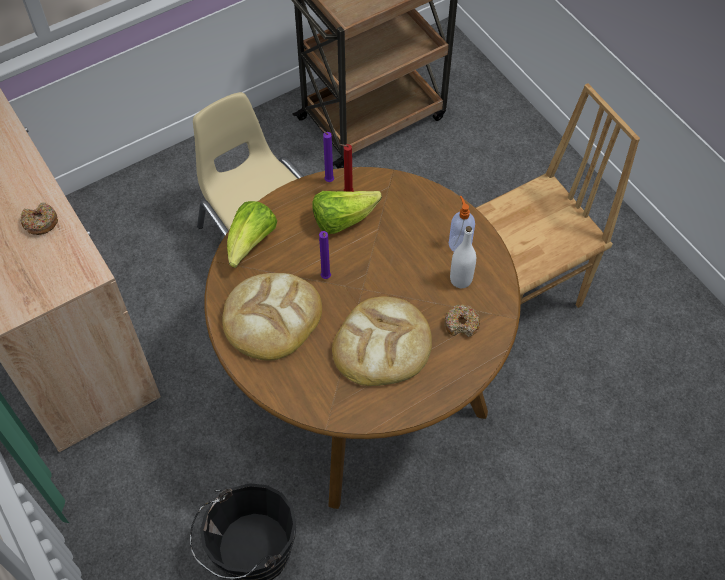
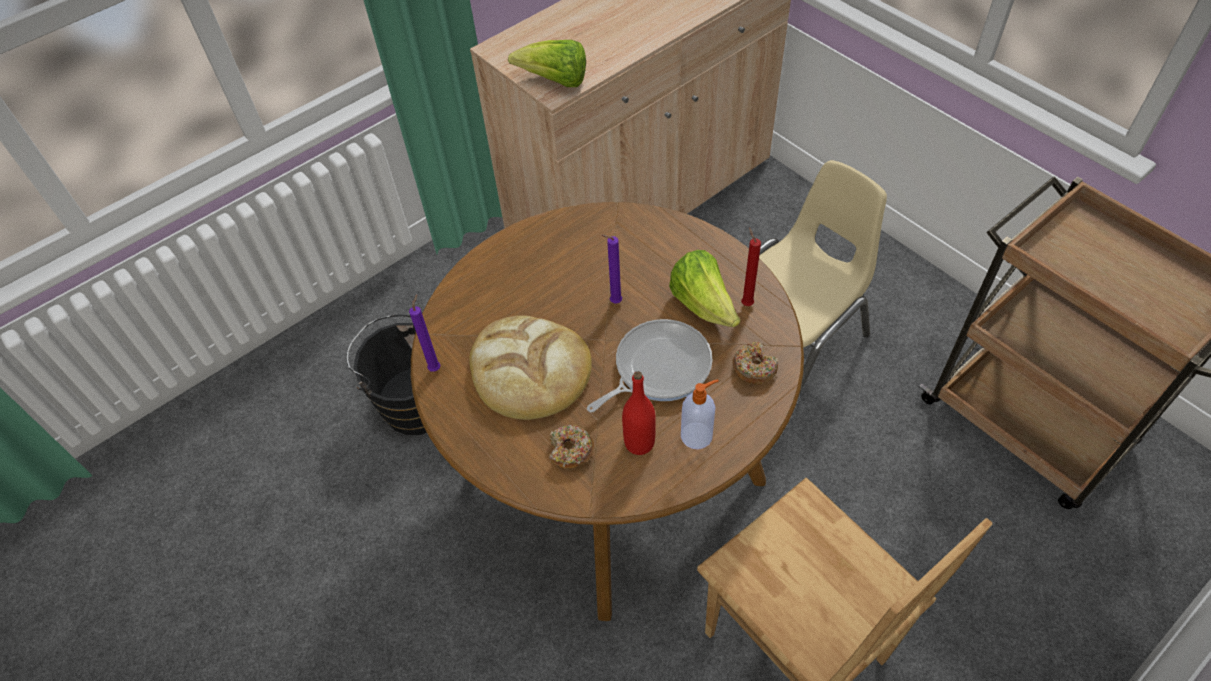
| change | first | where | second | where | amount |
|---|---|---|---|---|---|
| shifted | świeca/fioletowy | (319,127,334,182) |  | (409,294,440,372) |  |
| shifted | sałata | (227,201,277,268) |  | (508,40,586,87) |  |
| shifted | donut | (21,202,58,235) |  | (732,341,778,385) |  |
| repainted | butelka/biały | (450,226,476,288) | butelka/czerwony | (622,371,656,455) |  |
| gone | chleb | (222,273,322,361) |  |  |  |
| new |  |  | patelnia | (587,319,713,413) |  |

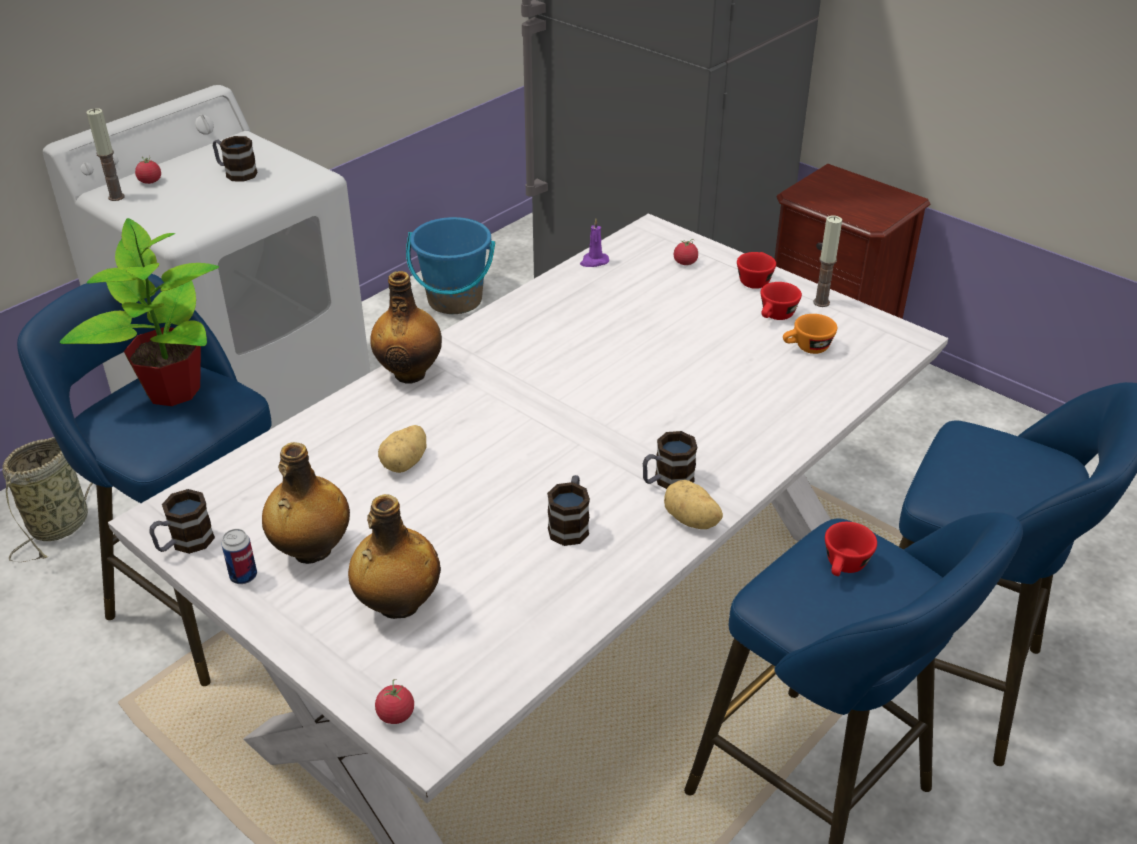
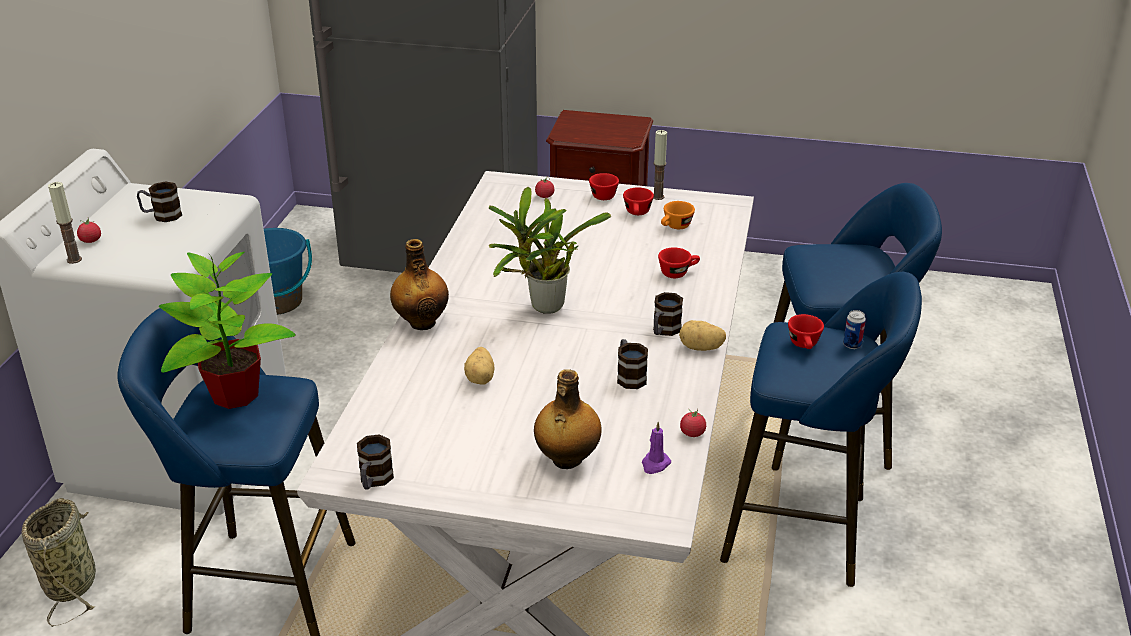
| change | first | where | second | where | amount |
|---|---|---|---|---|---|
| shifted | świeca/fioletowy | (580,218,609,267) |  | (642,422,671,474) |  |
| gone | butelka | (262,442,350,564) |  |  |  |
| shifted | puszka | (222,529,257,584) |  | (843,310,866,349) |  |
| shifted | pomidor | (375,679,414,724) |  | (680,408,706,437) |  |
| new |  |  | roślina doniczkowa | (489,187,611,314) |  |
| new |  |  | filiżanka/czerwony | (658,247,700,278) |  |

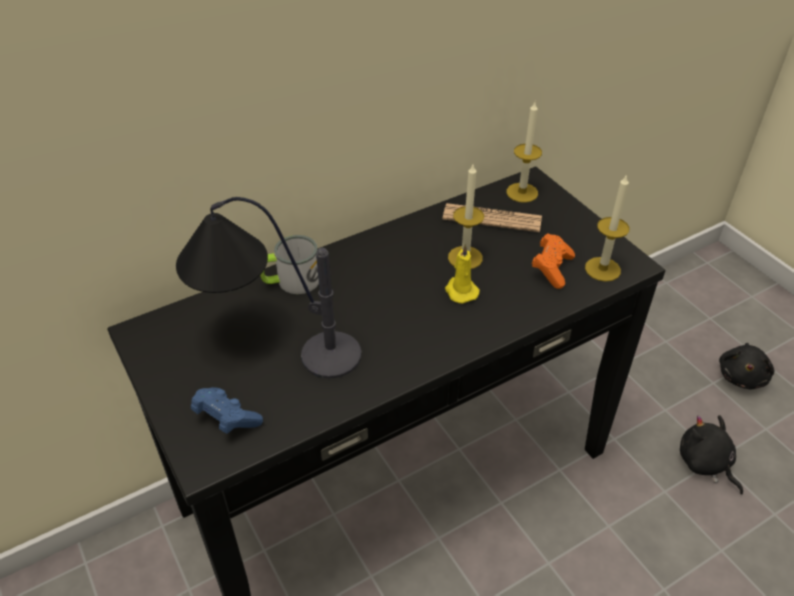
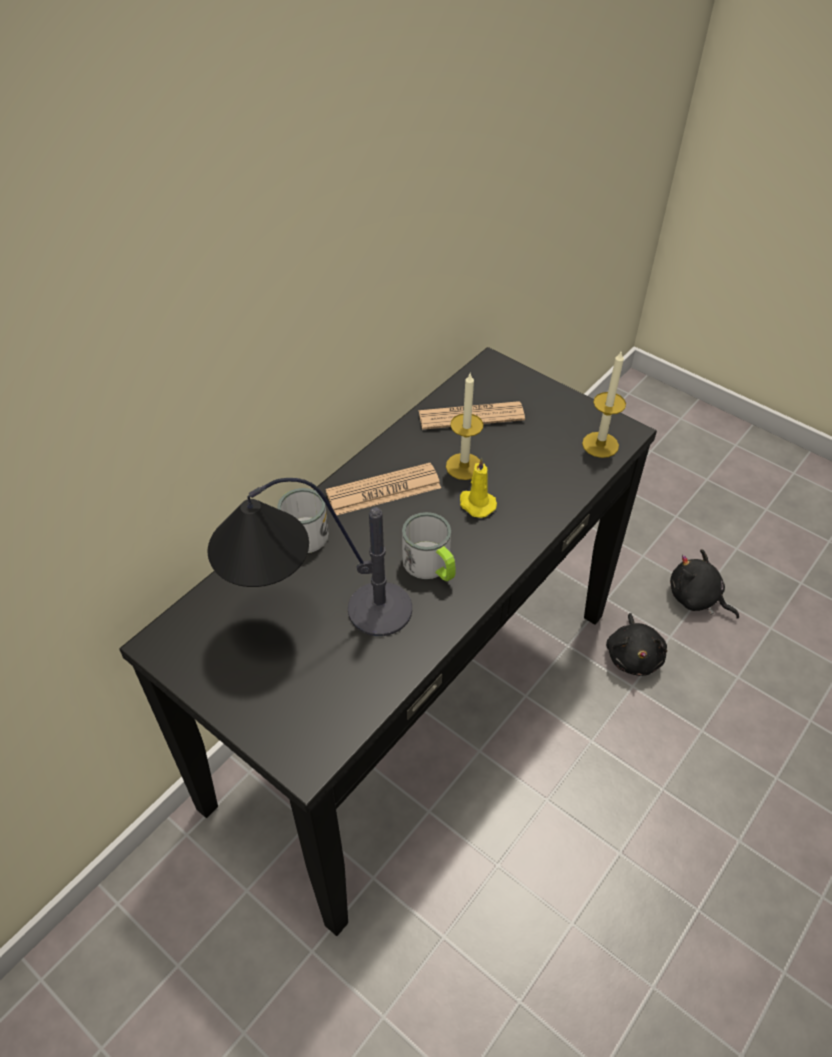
| change | first | where | second | where | amount |
|---|---|---|---|---|---|
| gone | świeca | (506,102,542,203) |  |  |  |
| gone | pad do gier/pomarańczowy | (532,233,575,289) |  |  |  |
| shifted | pluszak/czarny | (719,343,775,389) |  | (606,613,667,676) |  |
| gone | pad do gier/niebieski | (191,387,263,434) |  |  |  |
| new |  |  | gazeta | (326,463,441,515) |  |
| new |  |  | kubek | (402,512,456,581) |  |

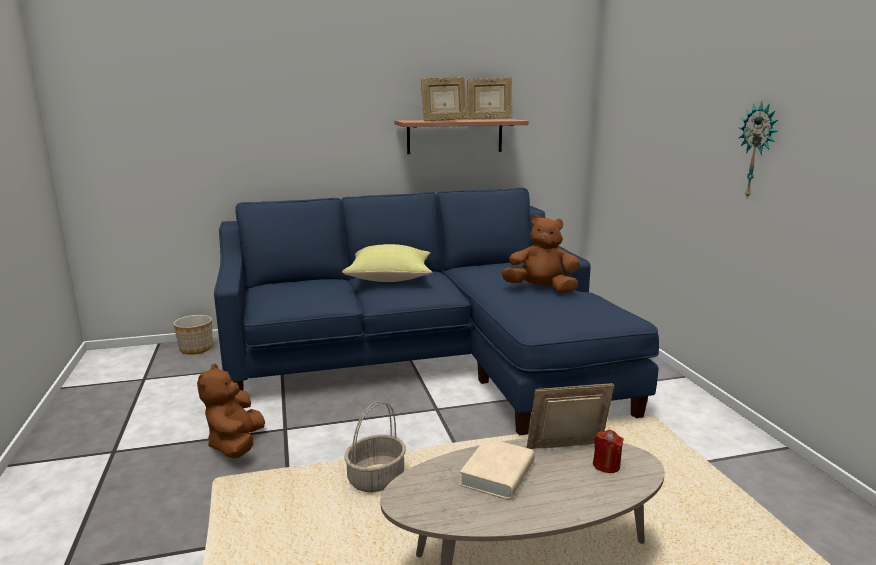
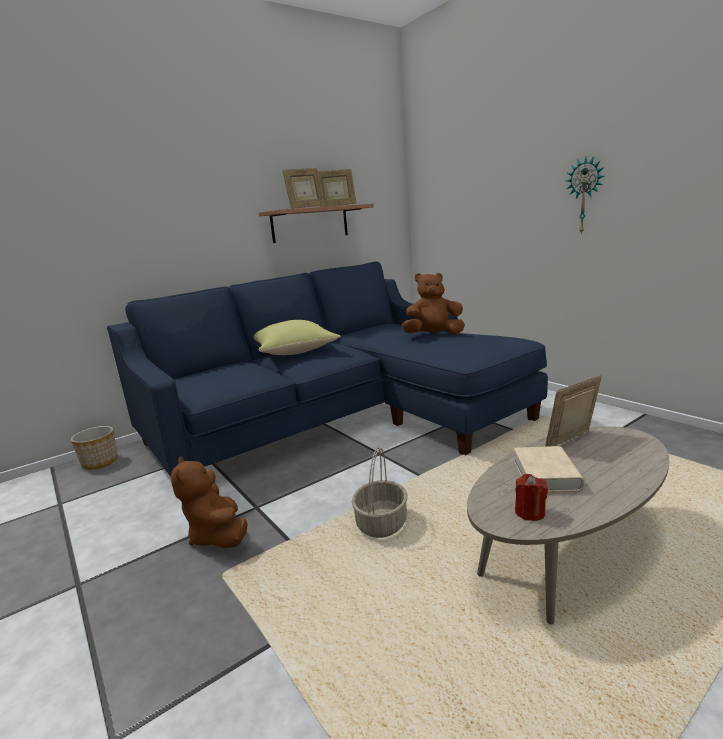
| change | first | where | second | where | amount |
|---|---|---|---|---|---|
| shifted | świeca/czerwony | (593,430,624,473) |  | (515,474,548,521) |  |

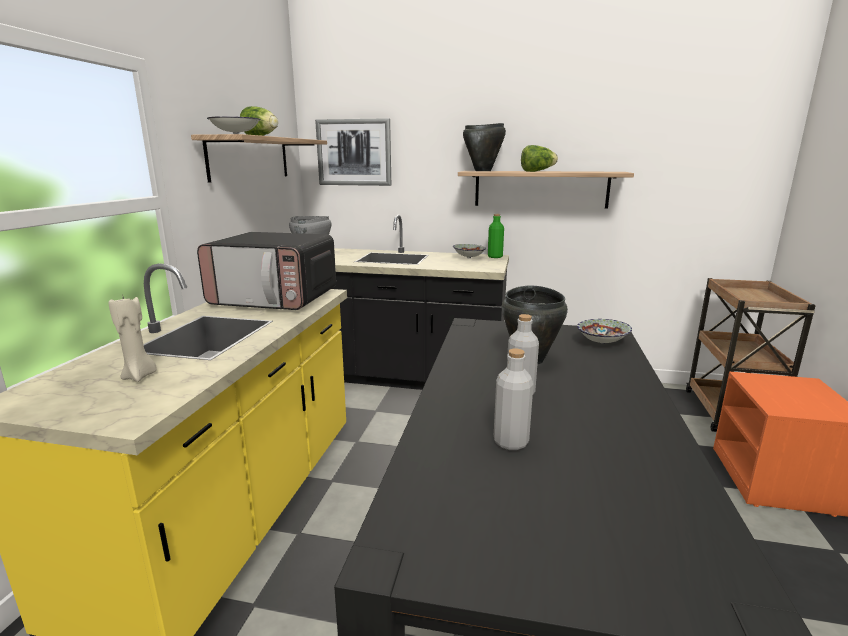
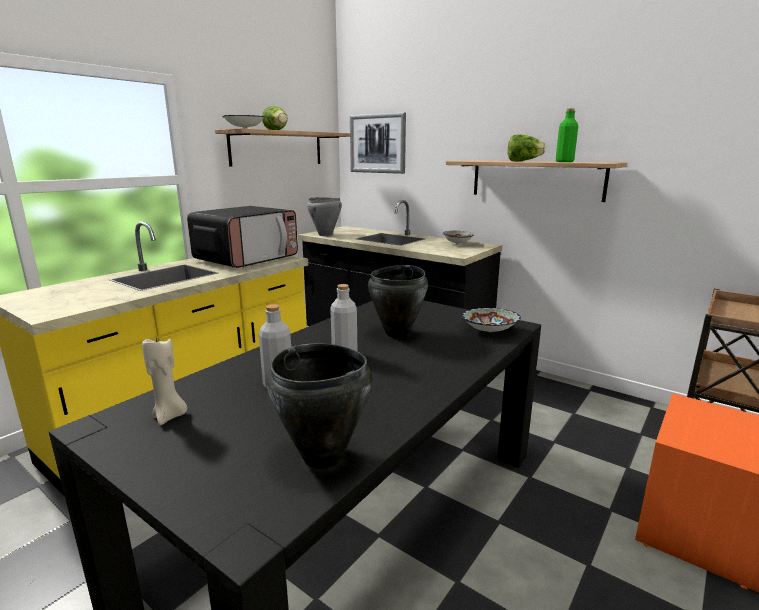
| change | first | where | second | where | amount |
|---|---|---|---|---|---|
| shifted | garnek/czarny | (463,123,506,171) |  | (266,343,373,469) |  |
| shifted | butelka/zielony | (488,214,504,258) |  | (556,109,578,162) |  |
| rotated | mikrofalówka | (197,232,336,310) |  | (187,206,298,268) | 90 degrees counterclockwise |
| shifted | świeca/beżowy | (109,294,156,382) |  | (142,338,187,425) |  |

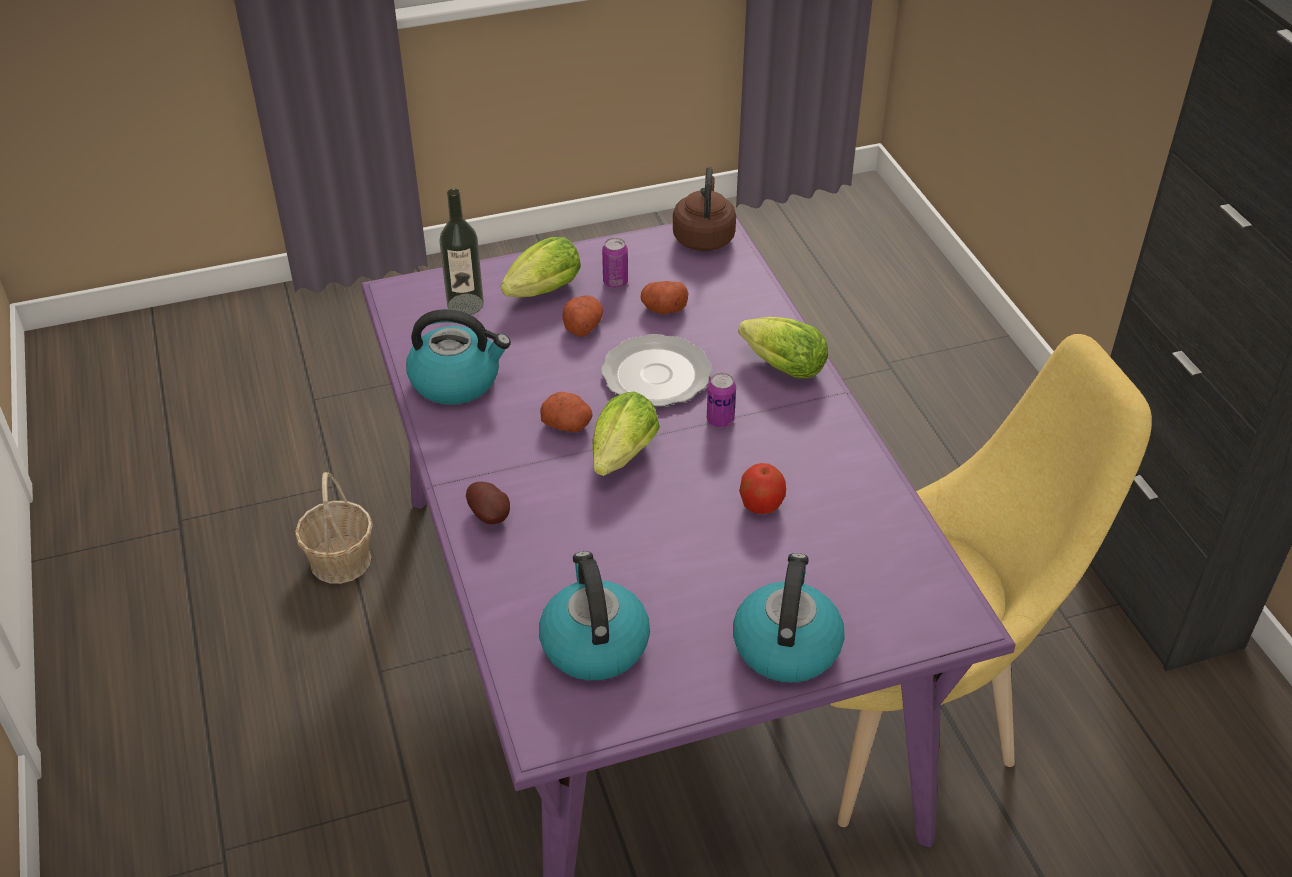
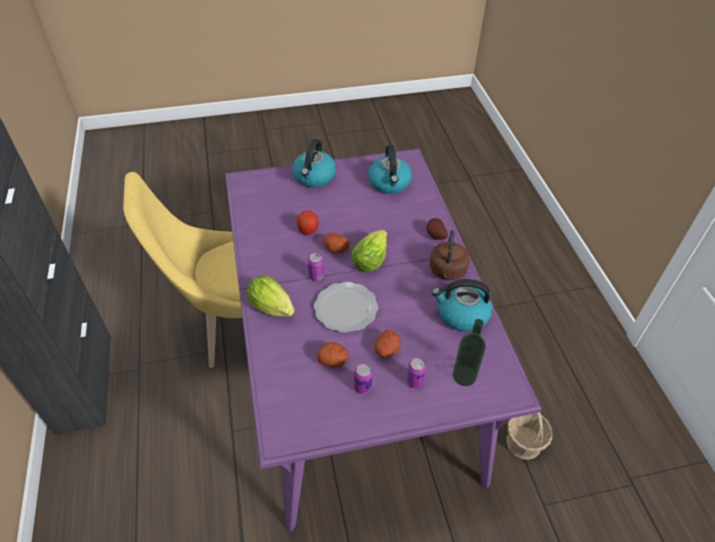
| change | first | where | second | where | amount |
|---|---|---|---|---|---|
| shifted | czajnik/brązowy | (673,167,736,251) |  | (430,230,470,280) |  |
| swapped | sałata | (501,237,581,297) | puszka | (406,358,426,388) |  |
| shifted | ziemniak | (540,392,593,432) |  | (323,233,349,253) |  |

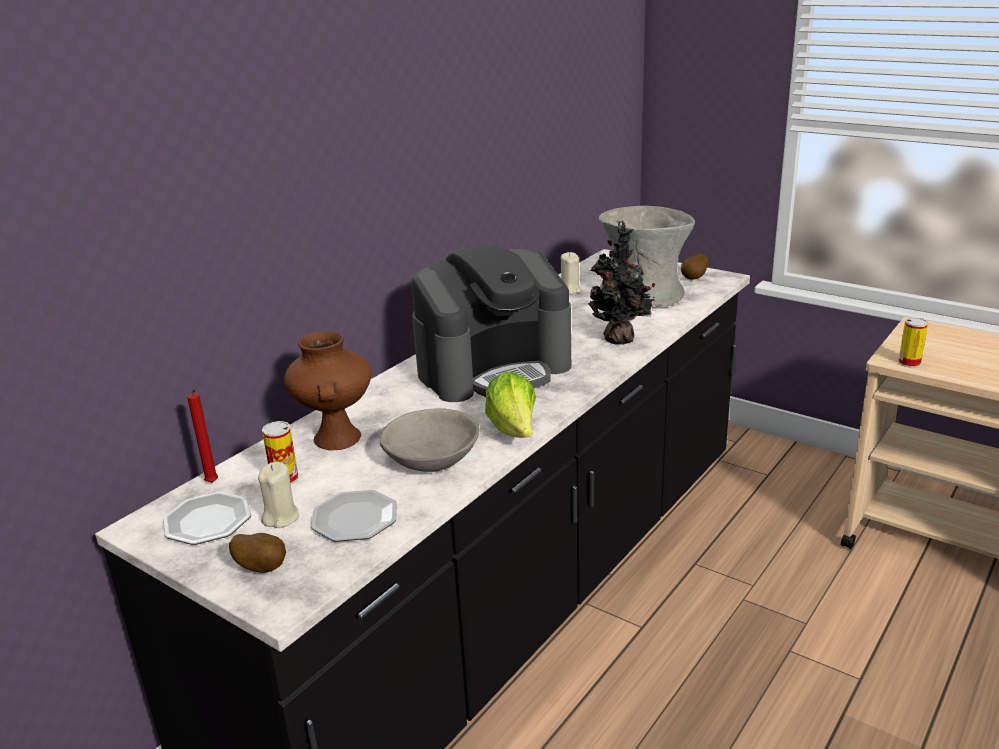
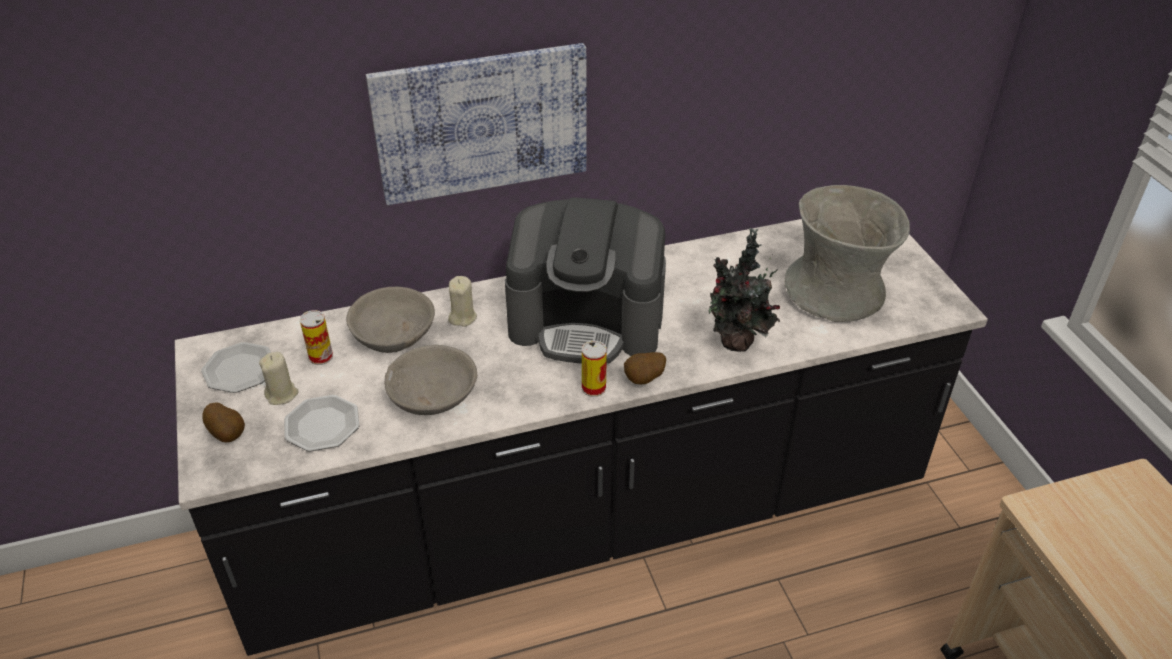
| change | first | where | second | where | amount |
|---|---|---|---|---|---|
| shifted | świeca/beżowy | (561,252,581,294) |  | (448,276,477,327) |  |
| shifted | ziemniak | (681,254,708,280) |  | (624,352,666,384) |  |
| shifted | puszka | (898,317,928,368) |  | (582,341,607,397) |  |
| swapped | wazon/brązowy | (284,332,371,450) | miska/szary | (346,287,435,353) |  |
| gone | sałata | (485,372,536,438) |  |  |  |
| gone | świeca/czerwony | (187,389,218,483) |  |  |  |
| new |  |  | obraz | (366,43,586,205) |  |

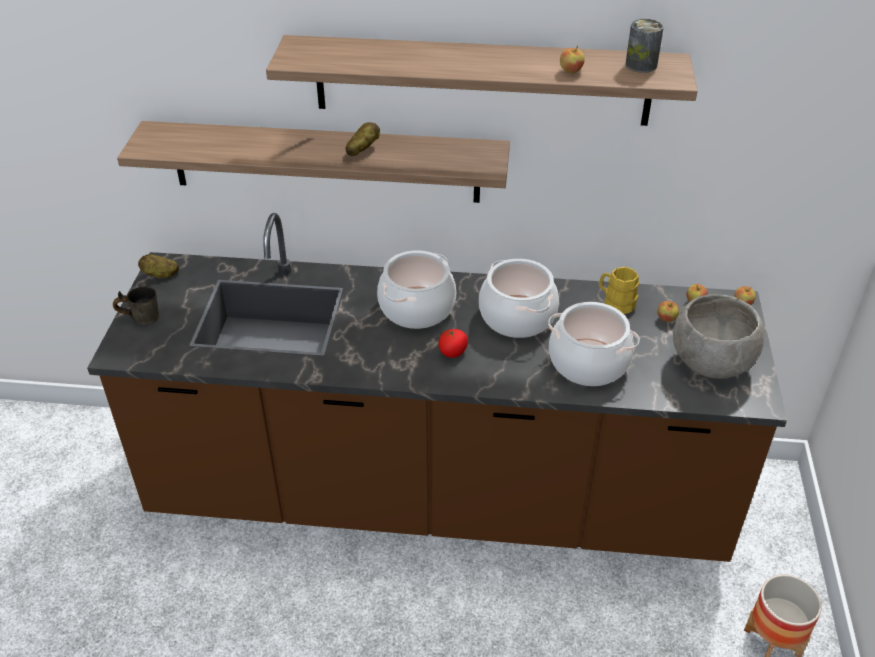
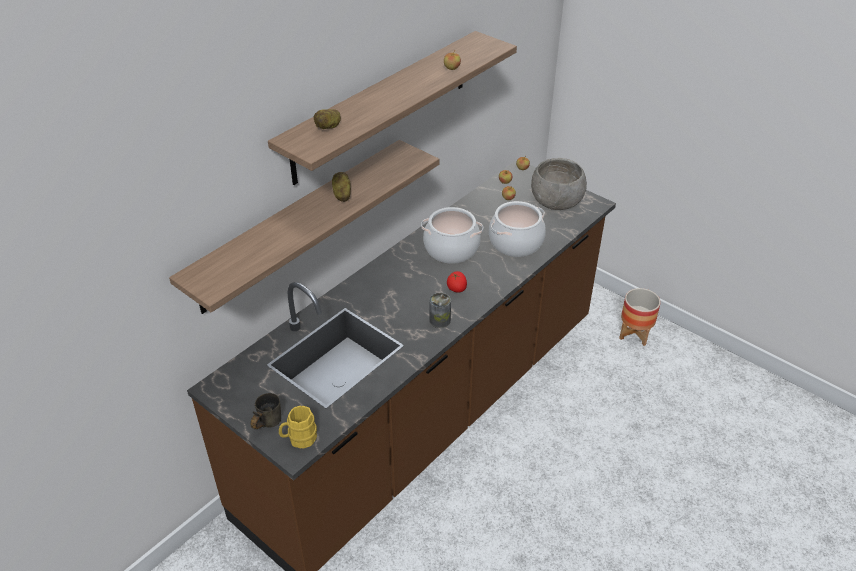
| change | first | where | second | where | amount |
|---|---|---|---|---|---|
| shifted | puszka | (626,19,664,73) |  | (429,293,451,328) |  |
| gone | garnek | (377,250,456,329) |  |  |  |
| shifted | ziemniak | (138,255,179,278) |  | (314,109,341,129) |  |
| shifted | kubek/żółty | (599,267,639,314) |  | (279,405,317,449) |  |

